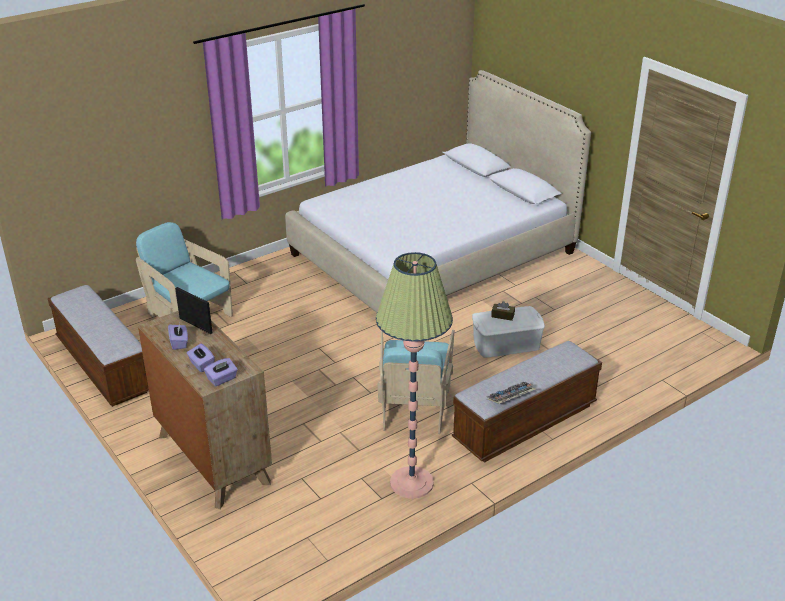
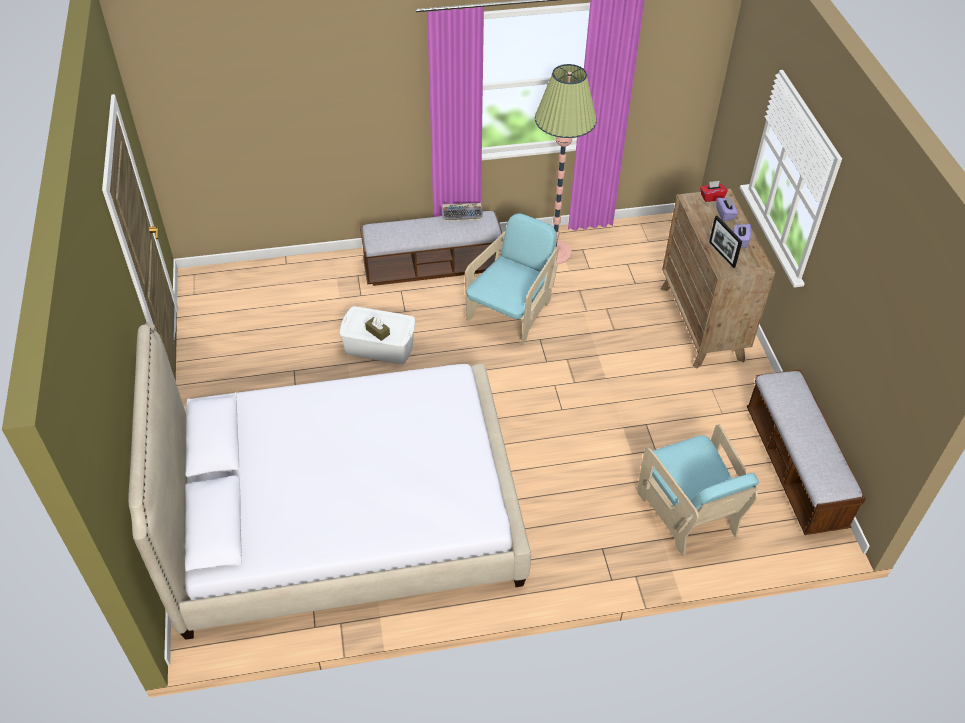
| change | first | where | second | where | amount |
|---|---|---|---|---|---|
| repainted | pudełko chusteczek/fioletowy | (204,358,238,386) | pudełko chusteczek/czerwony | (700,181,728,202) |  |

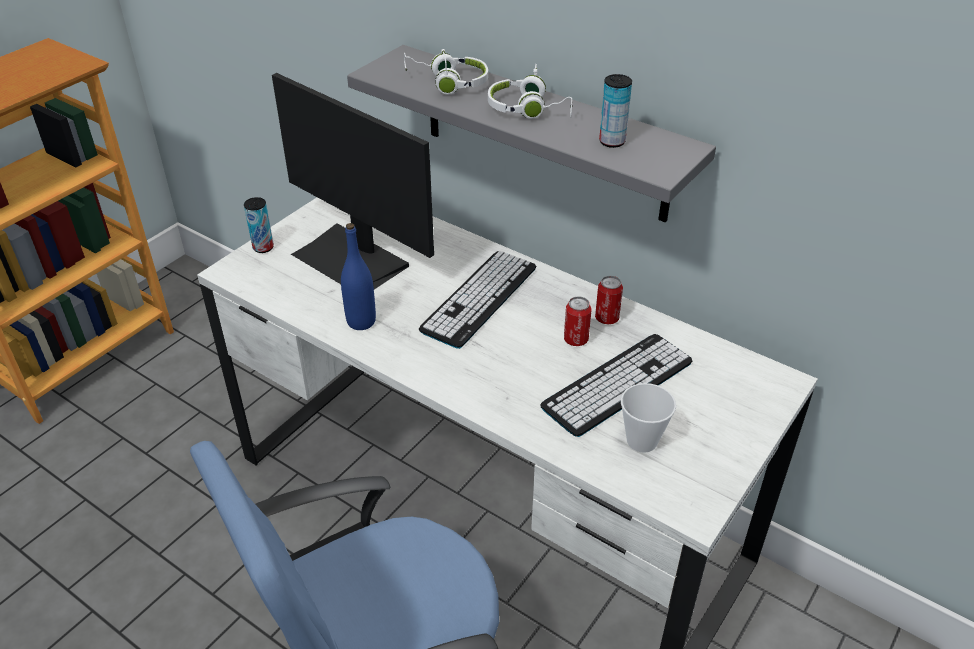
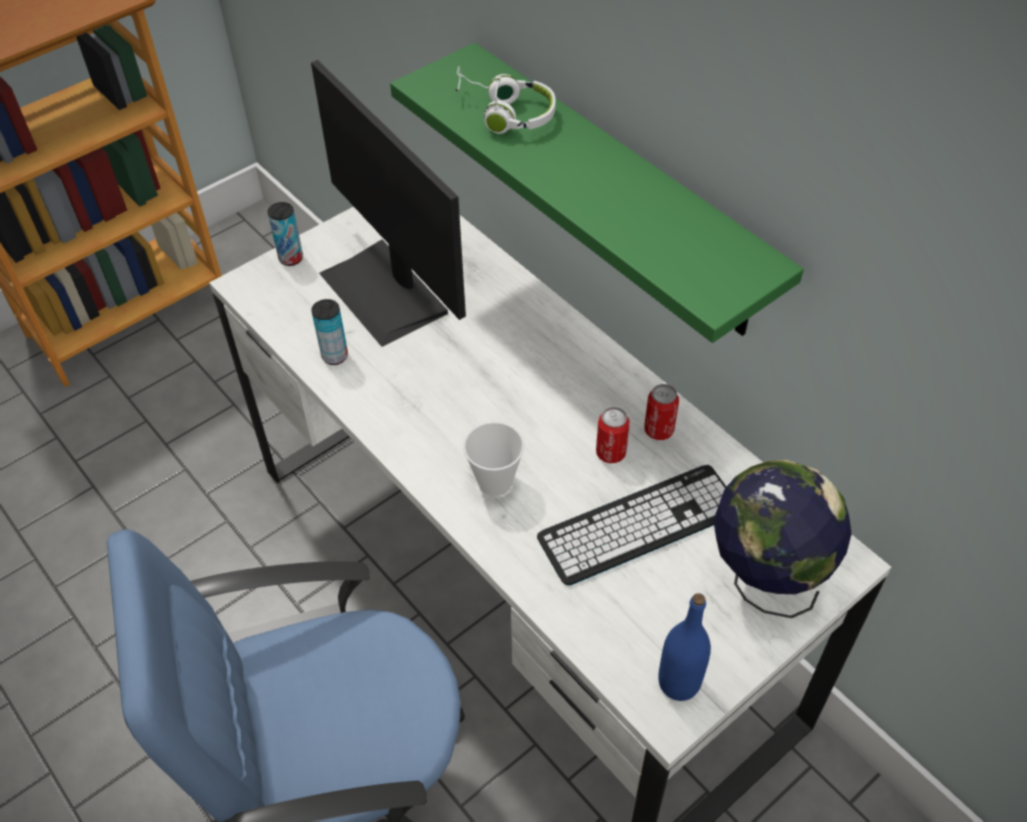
| change | first | where | second | where | amount |
|---|---|---|---|---|---|
| repainted | półka/szary | (347,45,716,223) | półka/zielony | (390,42,804,343) |  |
| gone | słuchawki/biały | (488,64,573,119) |  |  |  |
| shifted | puszka | (599,74,632,148) |  | (311,299,348,365) |  |
| shifted | butelka/niebieski | (341,223,376,330) |  | (658,593,711,701) |  |
| gone | klawiatura | (419,251,537,349) |  |  |  |
| shifted | filiżanka | (621,383,676,453) |  | (463,422,524,496) |  |
| new |  |  | globus | (713,460,852,618) |  |

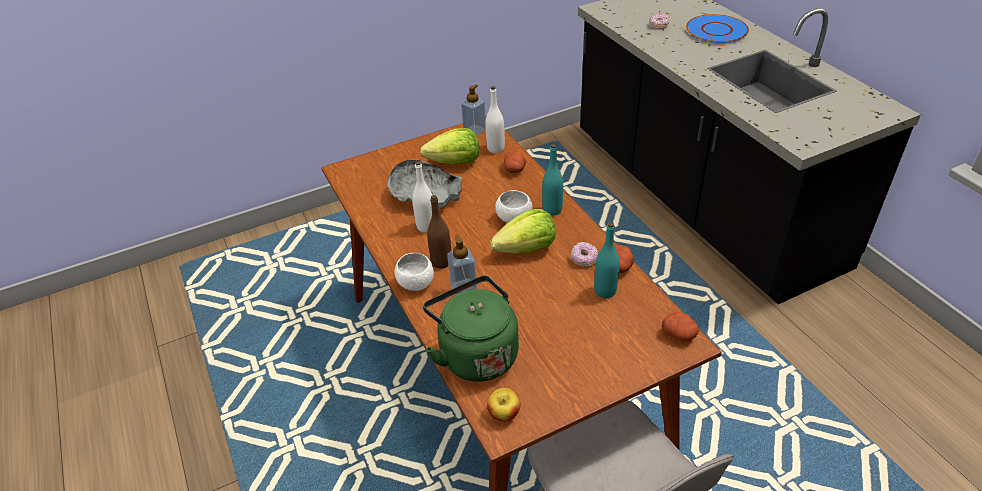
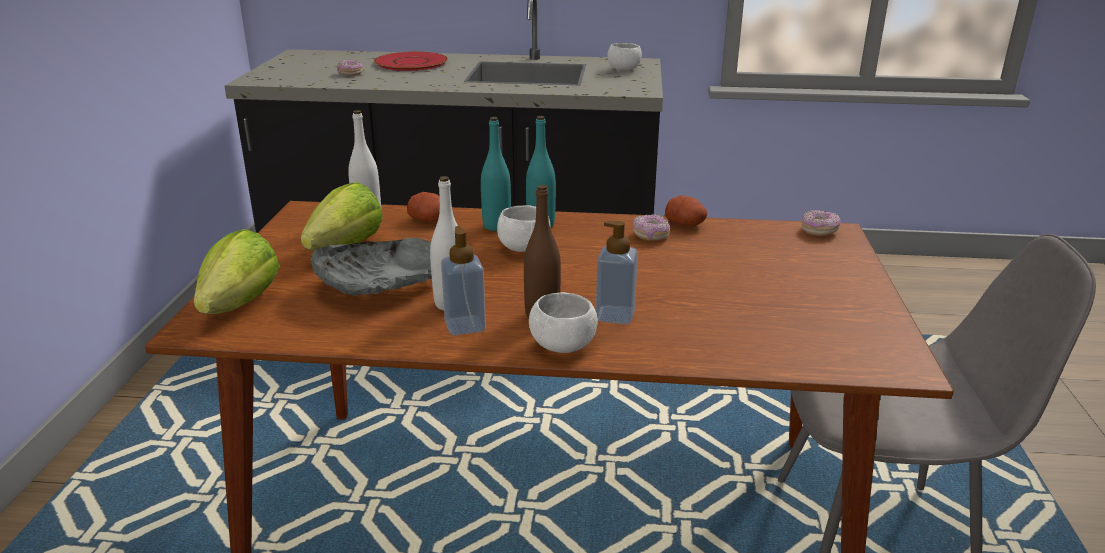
| change | first | where | second | where | amount |
|---|---|---|---|---|---|
| repainted | talerz/niebieski | (686,14,749,43) | talerz/czerwony | (374,51,448,71) |  |
| shifted | dozownik mydła | (461,84,486,136) |  | (441,226,486,336) |  |
| shifted | sałata | (490,209,556,254) |  | (194,229,280,314) |  |
| shifted | butelka/turkusowy | (594,222,620,298) |  | (481,117,511,231) |  |
| gone | czajnik/zielony | (423,276,519,382) |  |  |  |
| swapped | ziemniak | (662,312,699,341) | donut | (801,210,841,236) |  |
| gone | jabłko | (487,388,521,422) |  |  |  |
| new |  |  | miska/biały | (607,43,642,71) |  |

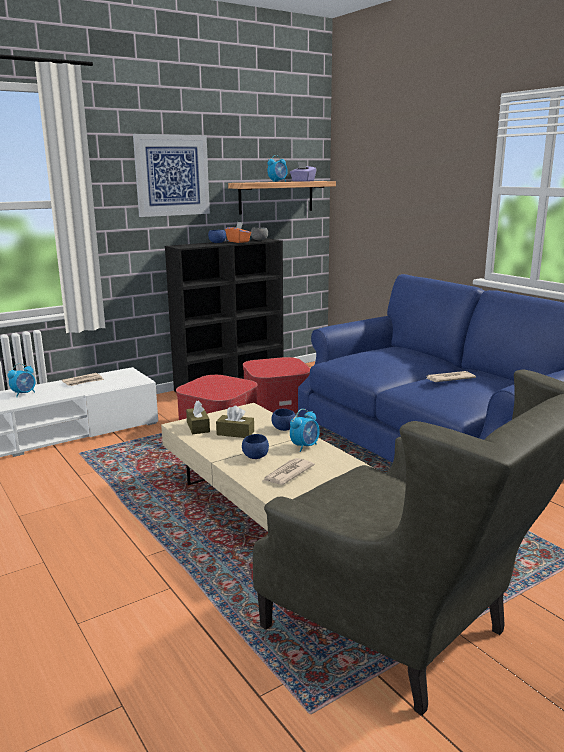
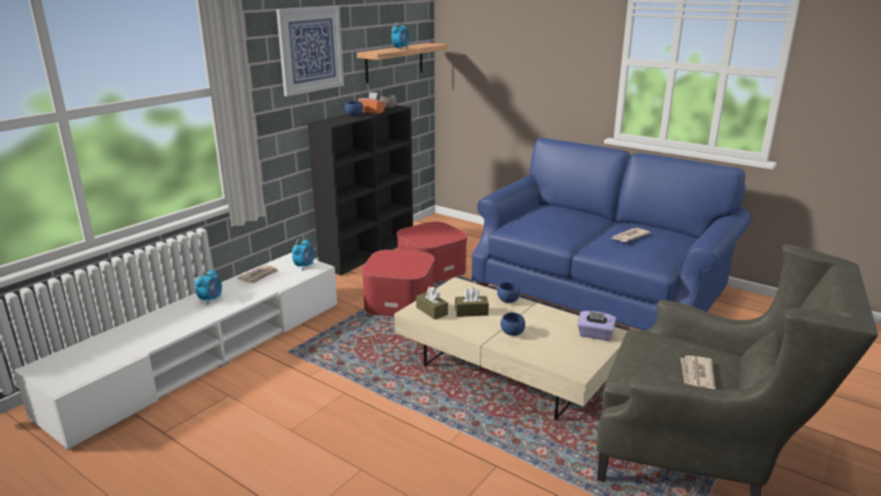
| change | first | where | second | where | amount |
|---|---|---|---|---|---|
| shifted | pudełko chusteczek/fioletowy | (290,162,317,182) |  | (578,311,616,341) |  |
| shifted | budzik | (290,409,320,452) |  | (292,238,314,271) |  |
| shifted | gazeta | (263,458,315,485) |  | (681,356,716,389) |  |

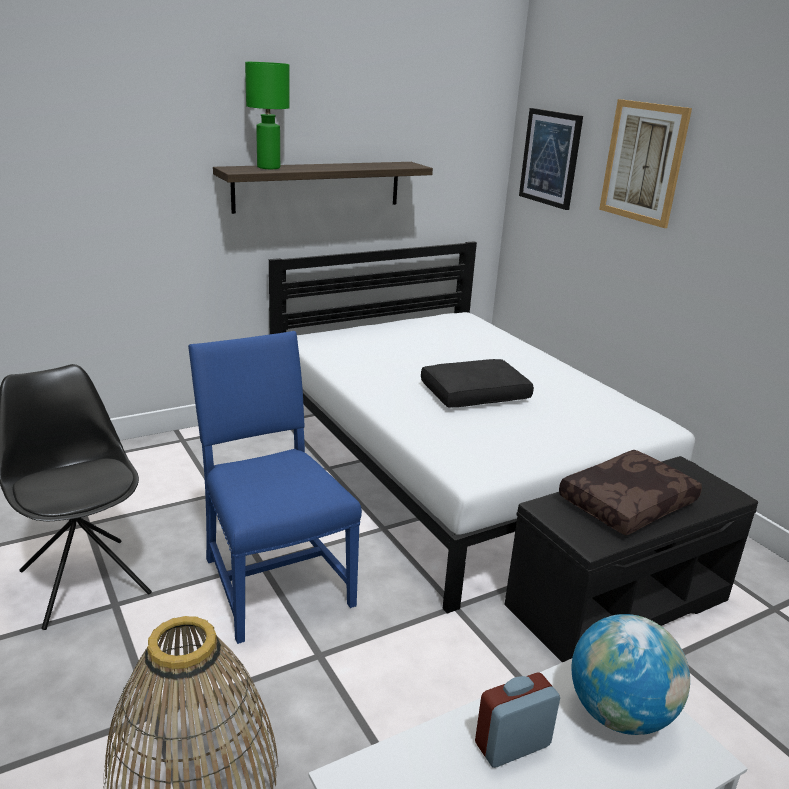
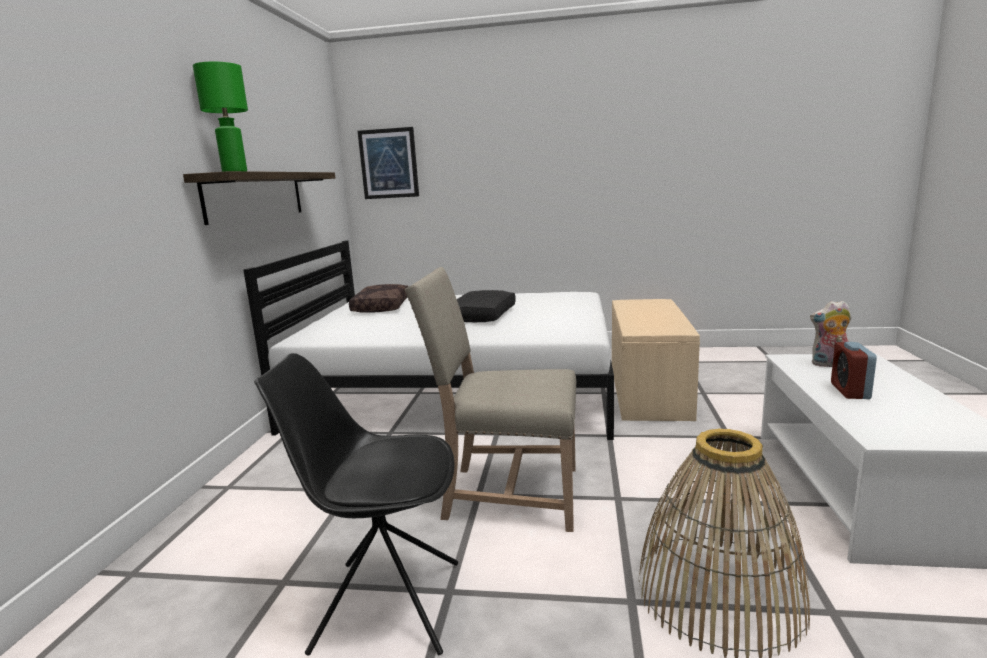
| change | first | where | second | where | amount |
|---|---|---|---|---|---|
| gone | obraz | (599,99,692,228) |  |  |  |
| repainted | krzesło/niebieski | (188,331,362,644) | krzesło/beżowy | (405,267,576,532) |  |
| shifted | poduszka/brązowy | (559,450,702,535) |  | (349,284,408,313) |  |
| repainted | ławka/czarny | (504,456,758,662) | ławka/beżowy | (612,299,700,421) |  |
| swapped | globus | (571,614,690,735) | pluszak | (810,301,852,367) |  |

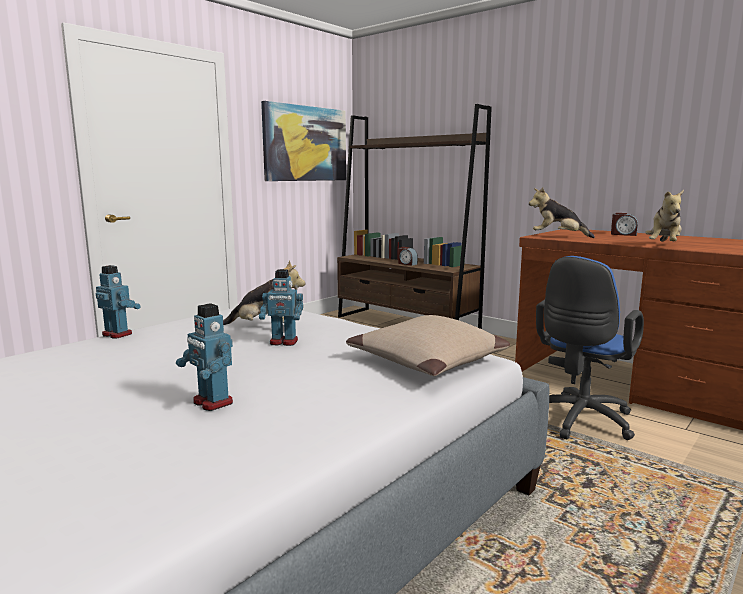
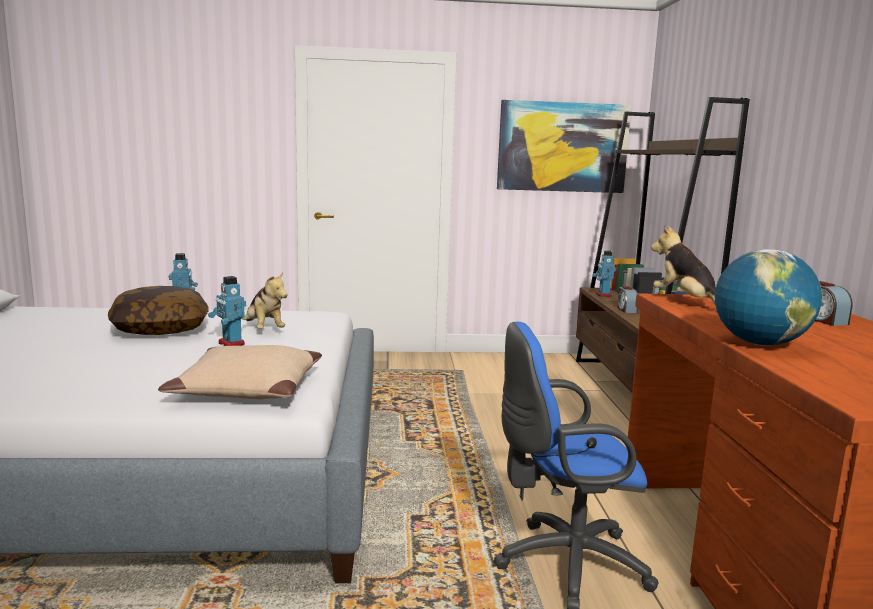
| change | first | where | second | where | amount |
|---|---|---|---|---|---|
| swapped | pluszak | (645,190,684,242) | globus | (715,249,822,346) |  |
| shifted | robot zabawkowy | (176,303,233,411) |  | (592,250,616,297) |  |
| new |  |  | poduszka | (108,286,209,335) |  |

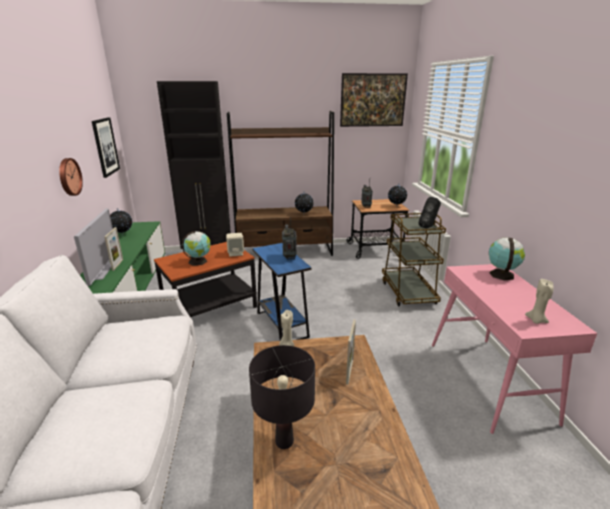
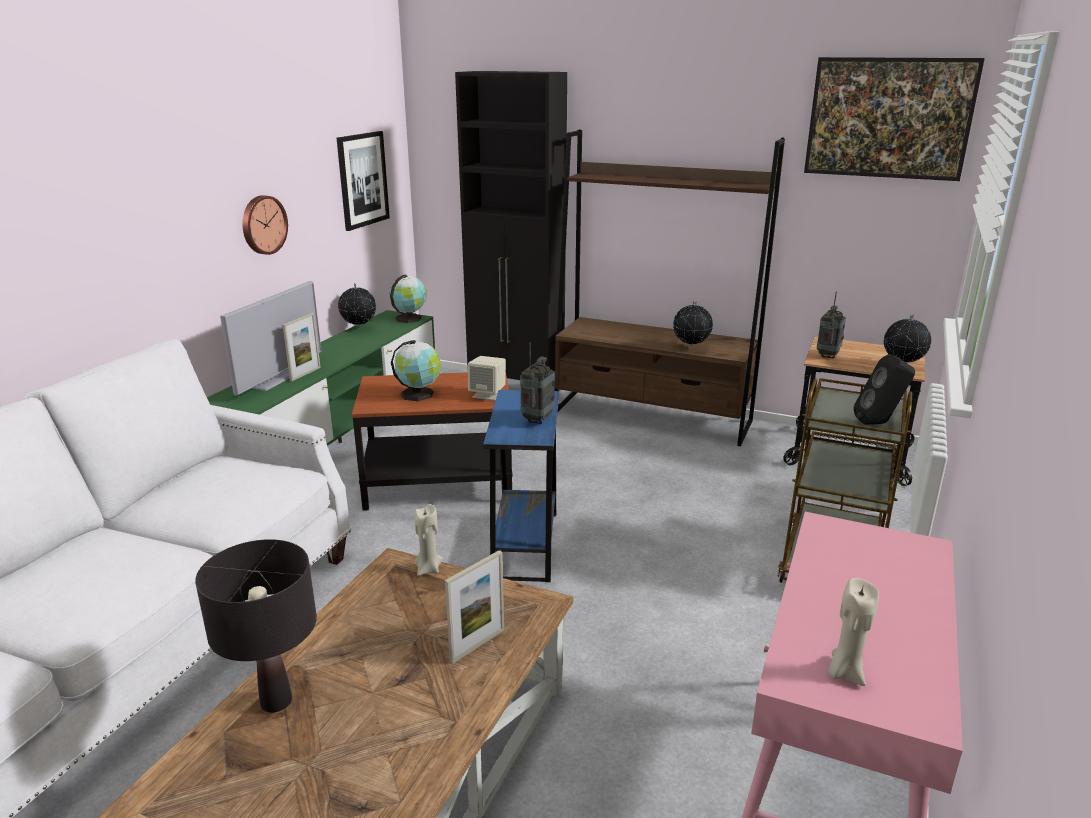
| change | first | where | second | where | amount |
|---|---|---|---|---|---|
| shifted | globus | (489,238,525,280) |  | (390,275,427,323) |  |

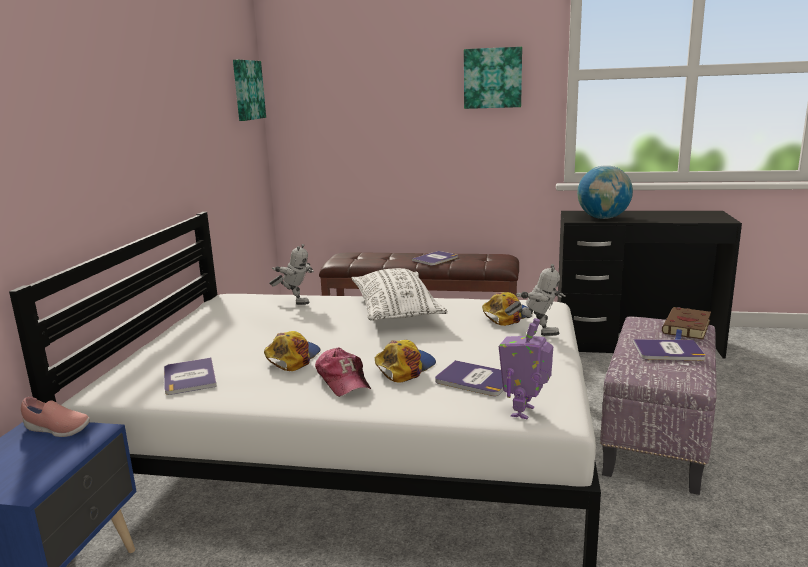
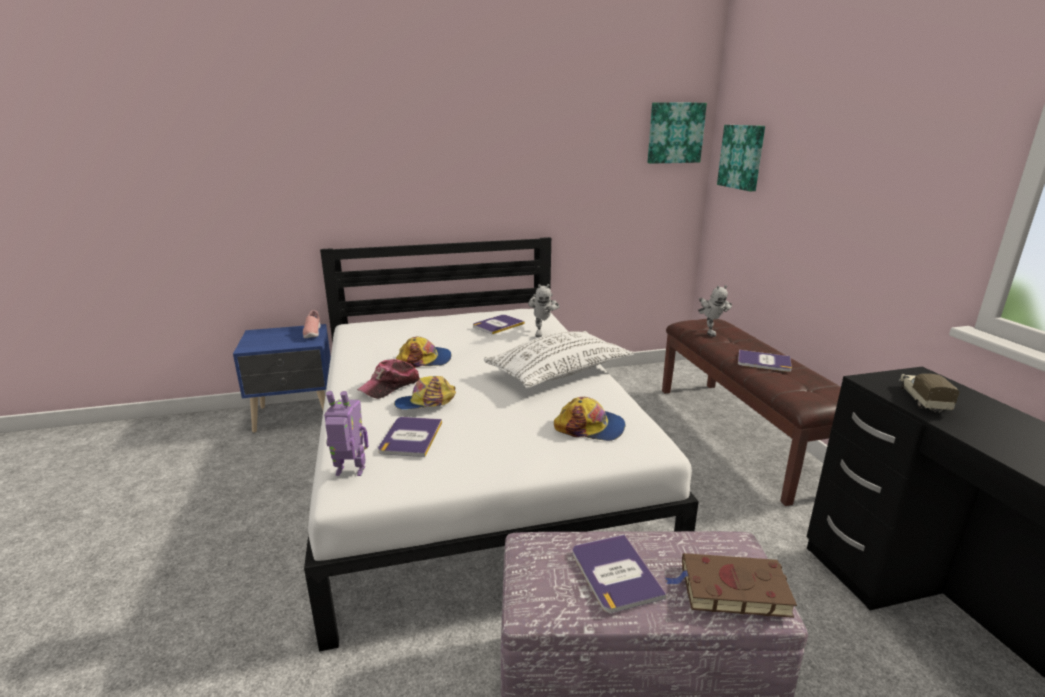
| change | first | where | second | where | amount |
|---|---|---|---|---|---|
| shifted | obraz | (464,47,522,109) |  | (717,125,765,191) |  |
| swapped | globus | (577,165,633,219) | ciężarówka zabawkowa | (899,373,959,413) |  |
| shifted | robot zabawkowy | (505,264,566,336) |  | (698,285,732,337) |  |
| rotated | czapka z daszkiem | (375,340,436,383) |  | (394,376,456,410) | 150 degrees clockwise |
| shifted | książka | (164,357,217,395) |  | (473,315,525,334) |  |

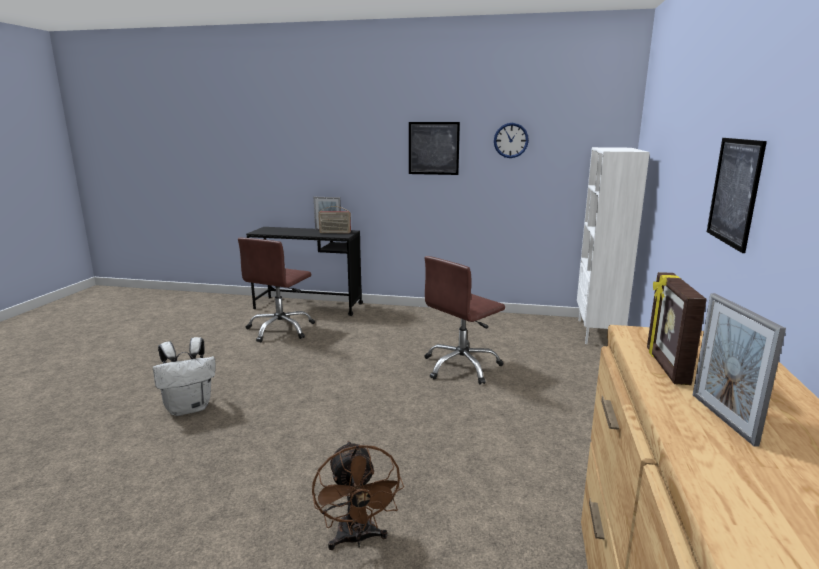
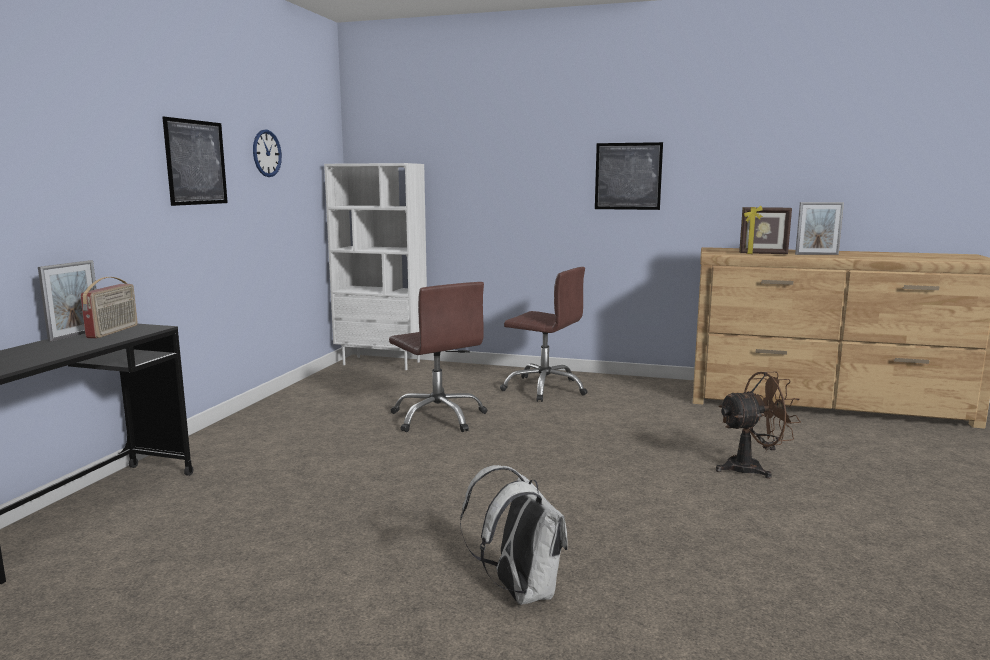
| change | first | where | second | where | amount |
|---|---|---|---|---|---|
| shifted | krzesło biurowe/brązowy | (238,238,315,342) |  | (500,267,588,402) |  |

